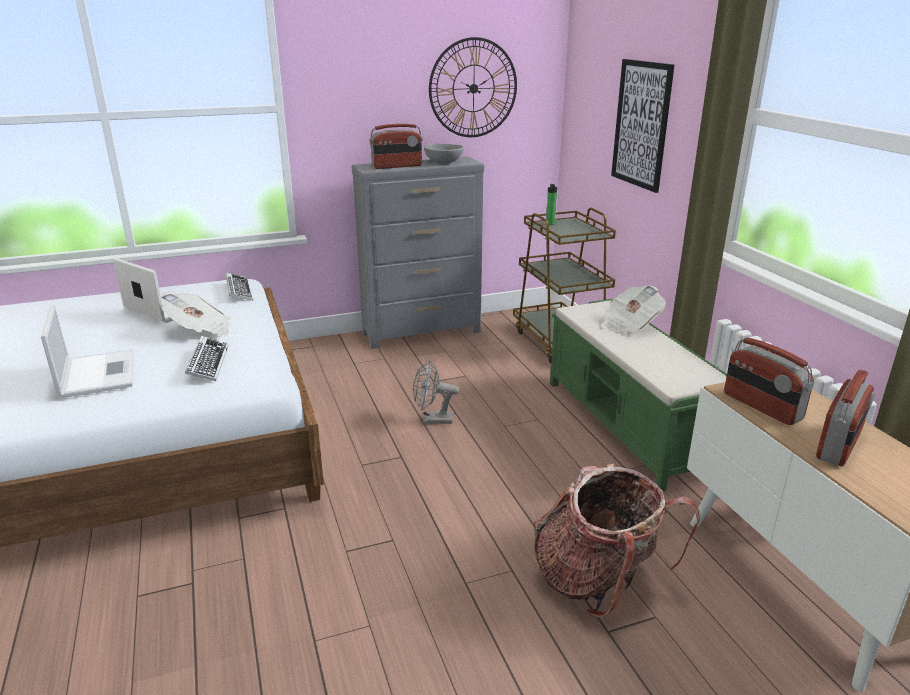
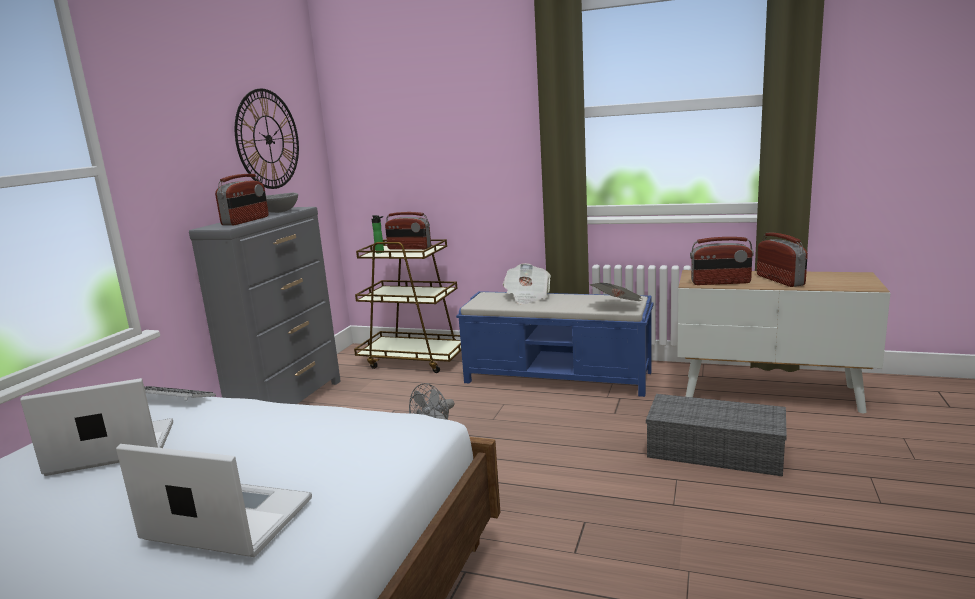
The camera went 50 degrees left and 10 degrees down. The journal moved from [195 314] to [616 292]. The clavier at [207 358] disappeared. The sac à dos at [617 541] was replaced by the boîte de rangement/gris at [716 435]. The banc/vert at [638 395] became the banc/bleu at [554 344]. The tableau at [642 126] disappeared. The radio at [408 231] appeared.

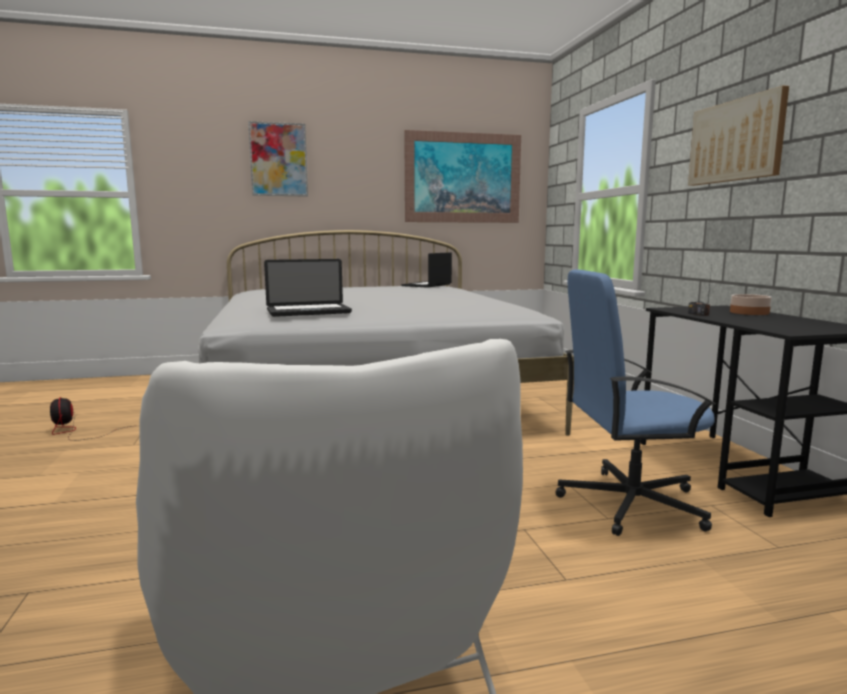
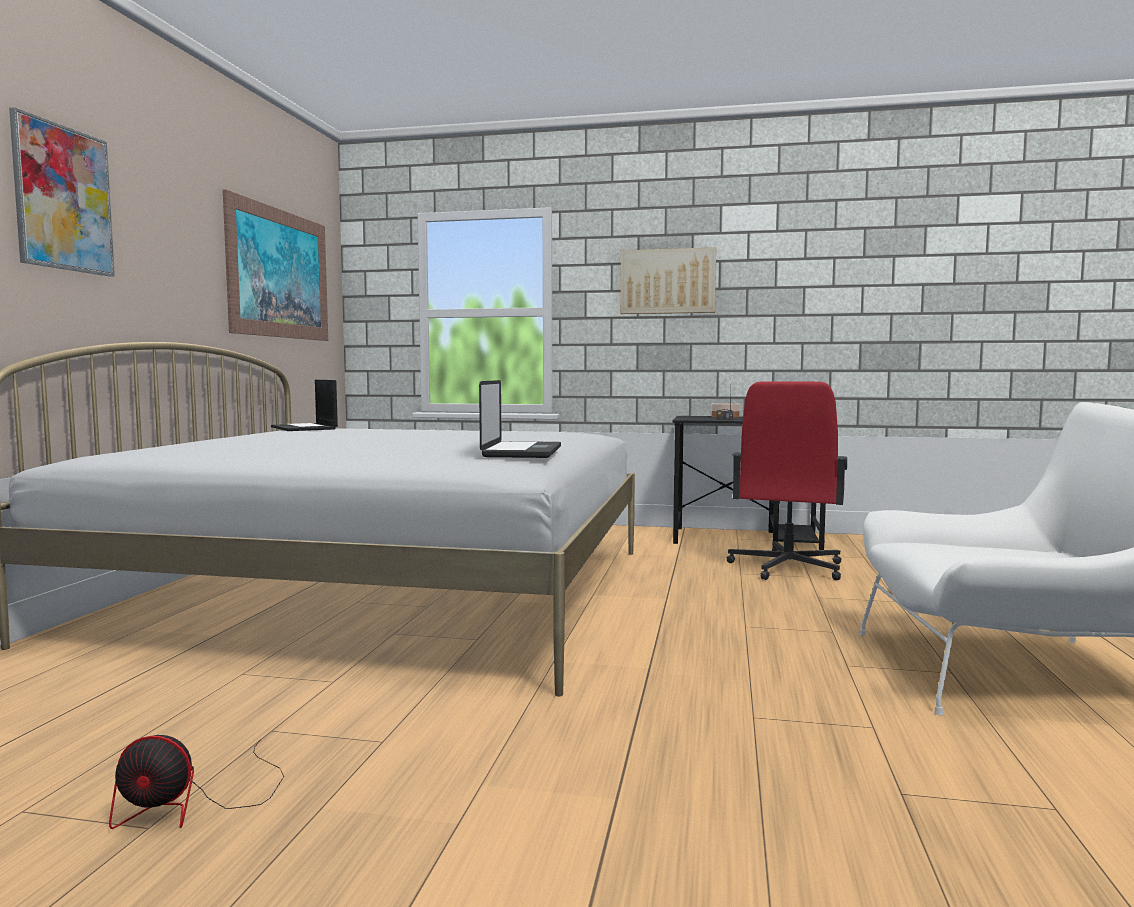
The camera went 65 degrees left and 5 degrees down. The chaise de bureau/bleu at [635 402] became the chaise de bureau/rouge at [787 480].

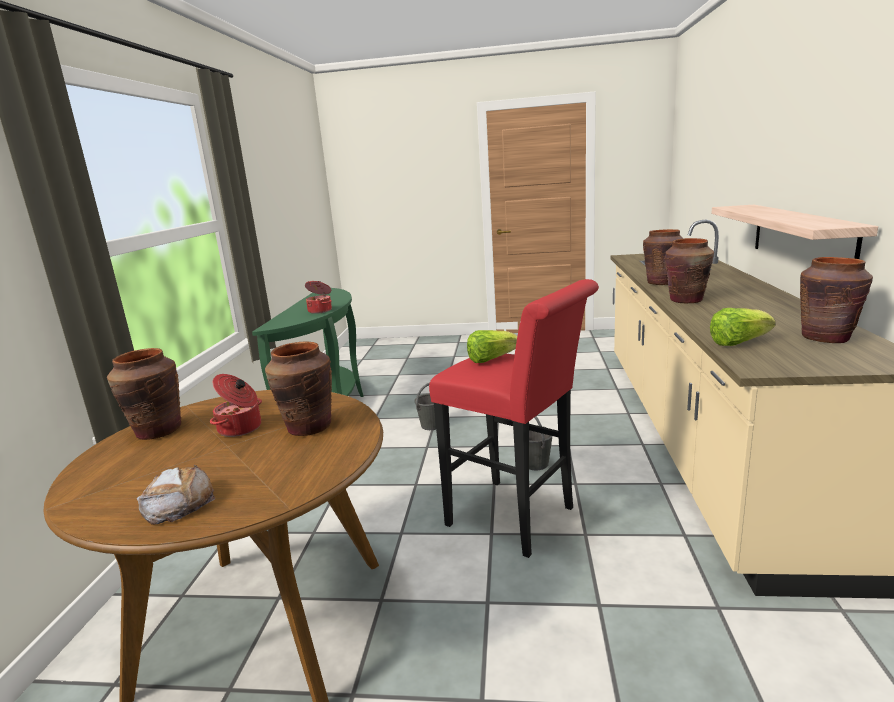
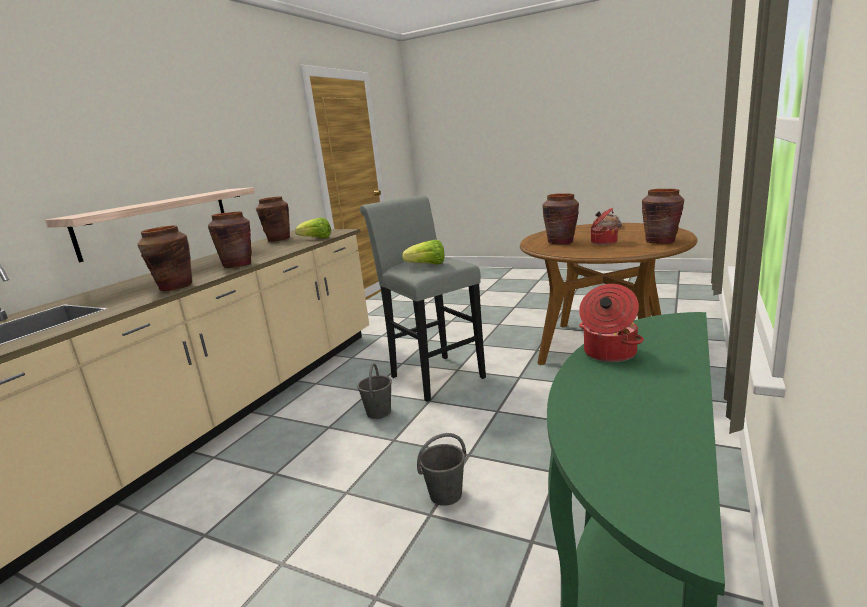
The camera went 160 degrees left and 0 degrees up. The tabouret/rouge at [514 418] became the tabouret/gris at [423 298].

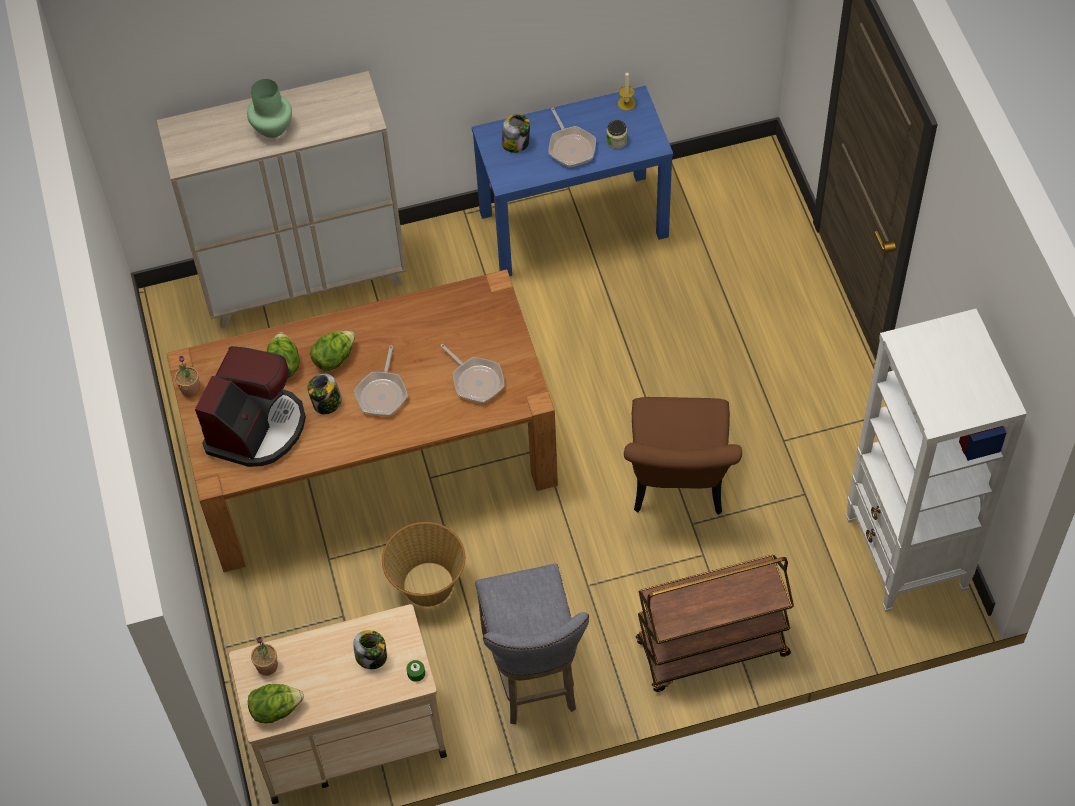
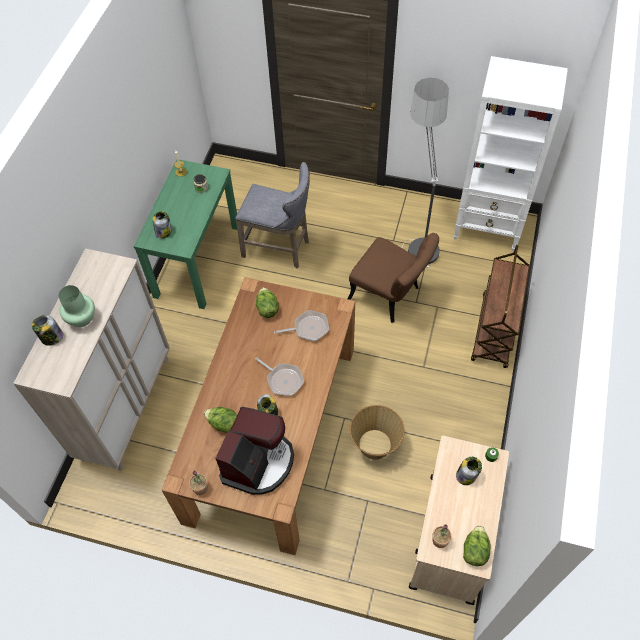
The camera went 60 degrees left and 0 degrees up. The machine à café at [250 406] turned 60 degrees clockwise. The laitue moved from [332 351] to [267 302]. The table console/bleu at [572 181] became the table console/vert at [185 234]. The tabouret/gris moved from [532 643] to [272 215]. The poêle at [572 138] disappeared. The bocal at [47 330] appeared. The lampadaire at [425 172] appeared.

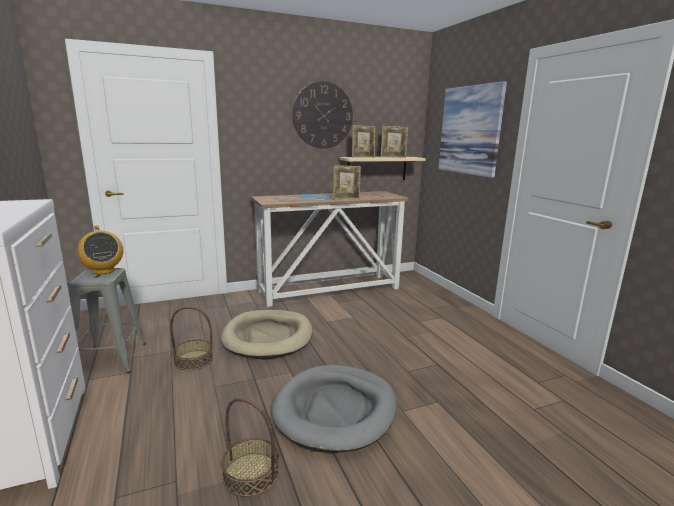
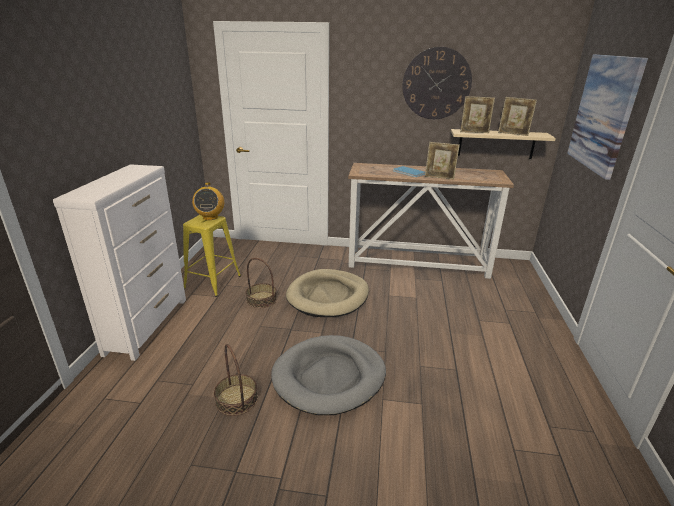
The camera went 30 degrees right and 10 degrees up. The tabouret/gris at [107 320] became the tabouret/jaune at [212 256].

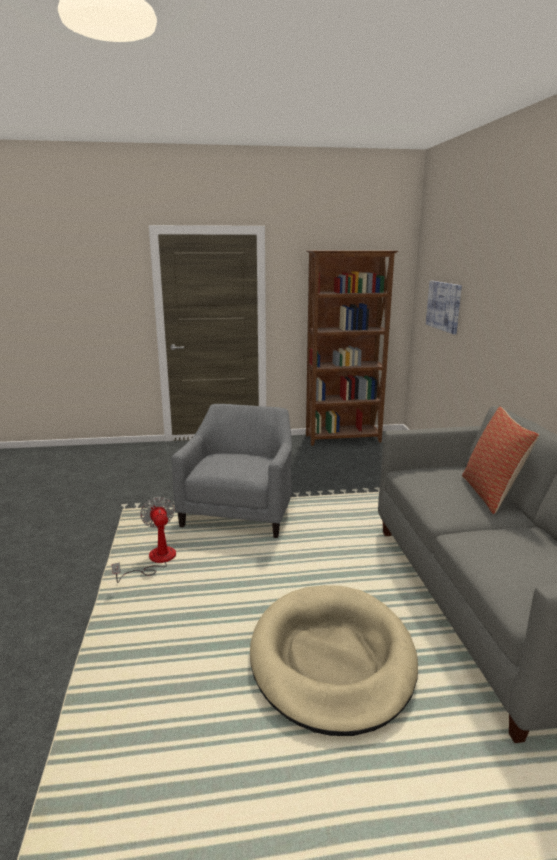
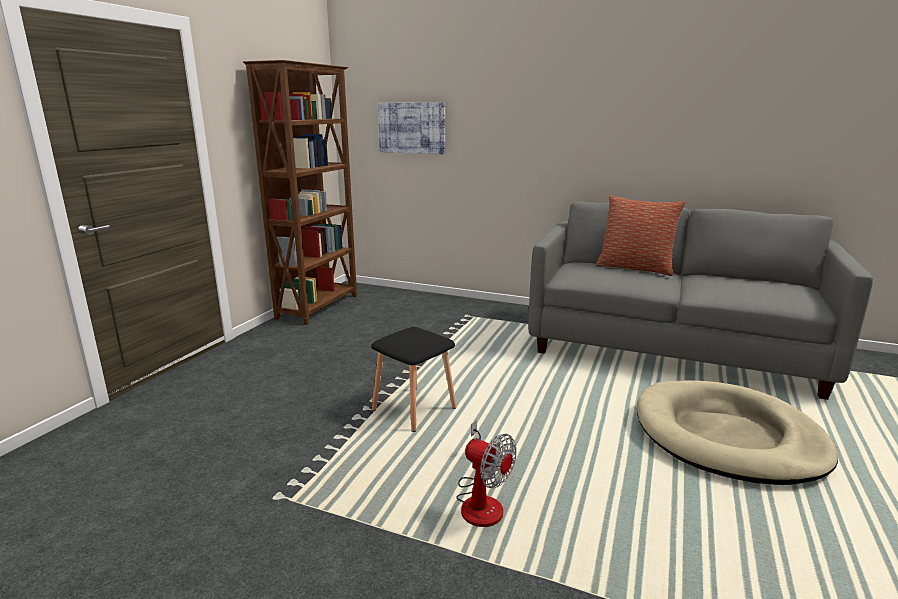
The camera went 60 degrees left and 0 degrees up. The ventilateur at [143 540] turned 150 degrees counterclockwise. The fauteuil/gris at [231 471] was replaced by the tabouret/noir at [413 379].

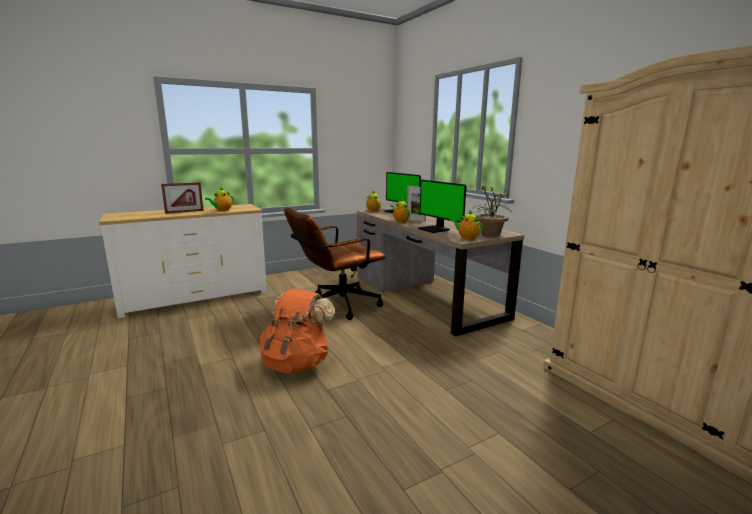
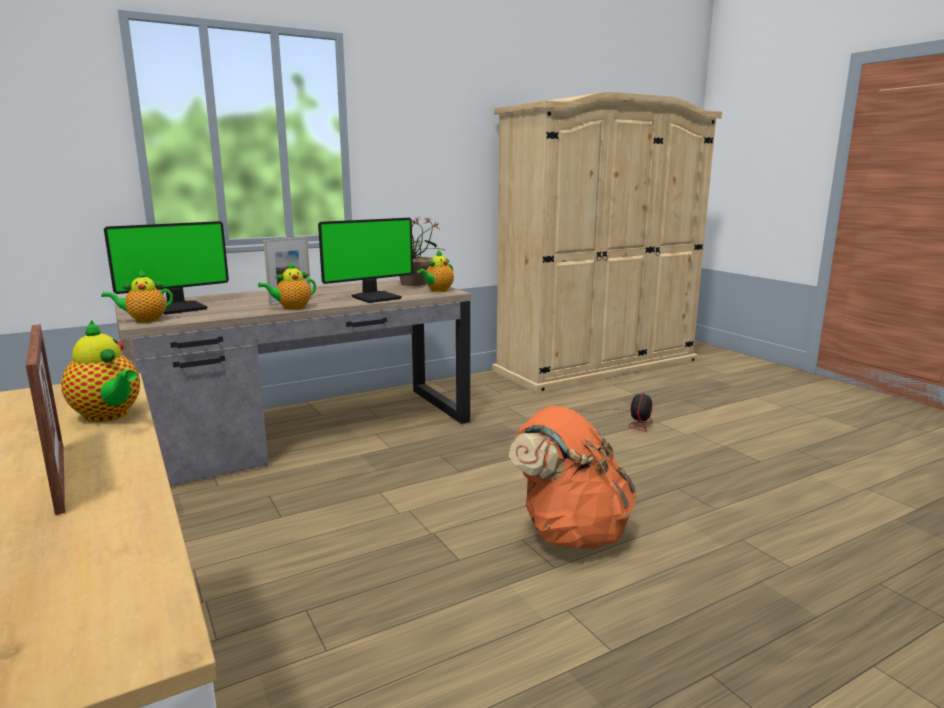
The camera went 90 degrees left and 0 degrees up. The chaise de bureau/marron at [335 264] disappeared. The ventilateur at [617 412] appeared.

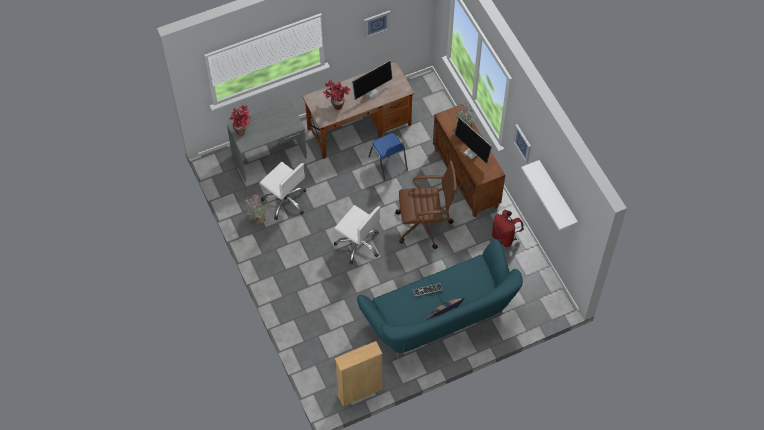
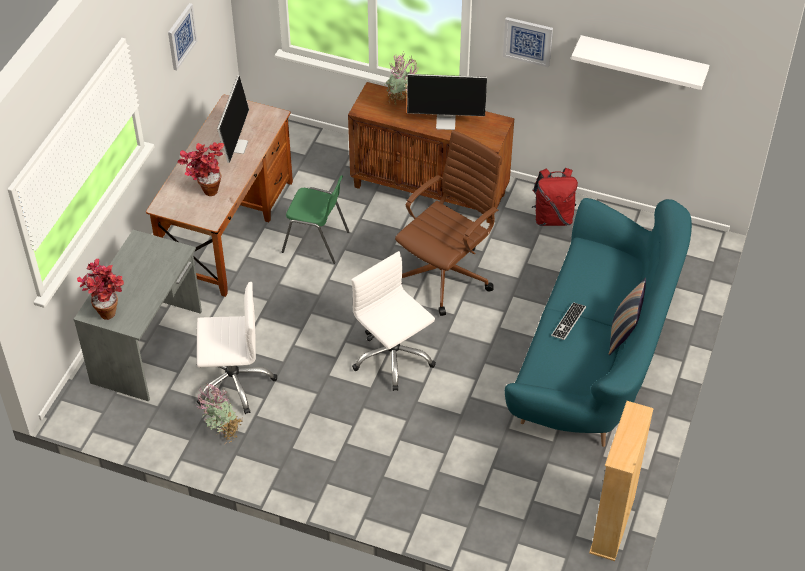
The camera went 45 degrees left and 10 degrees down. The chaise de bureau/blanc at [357 234] turned 120 degrees counterclockwise. The chaise/bleu at [388 156] became the chaise/vert at [315 219].

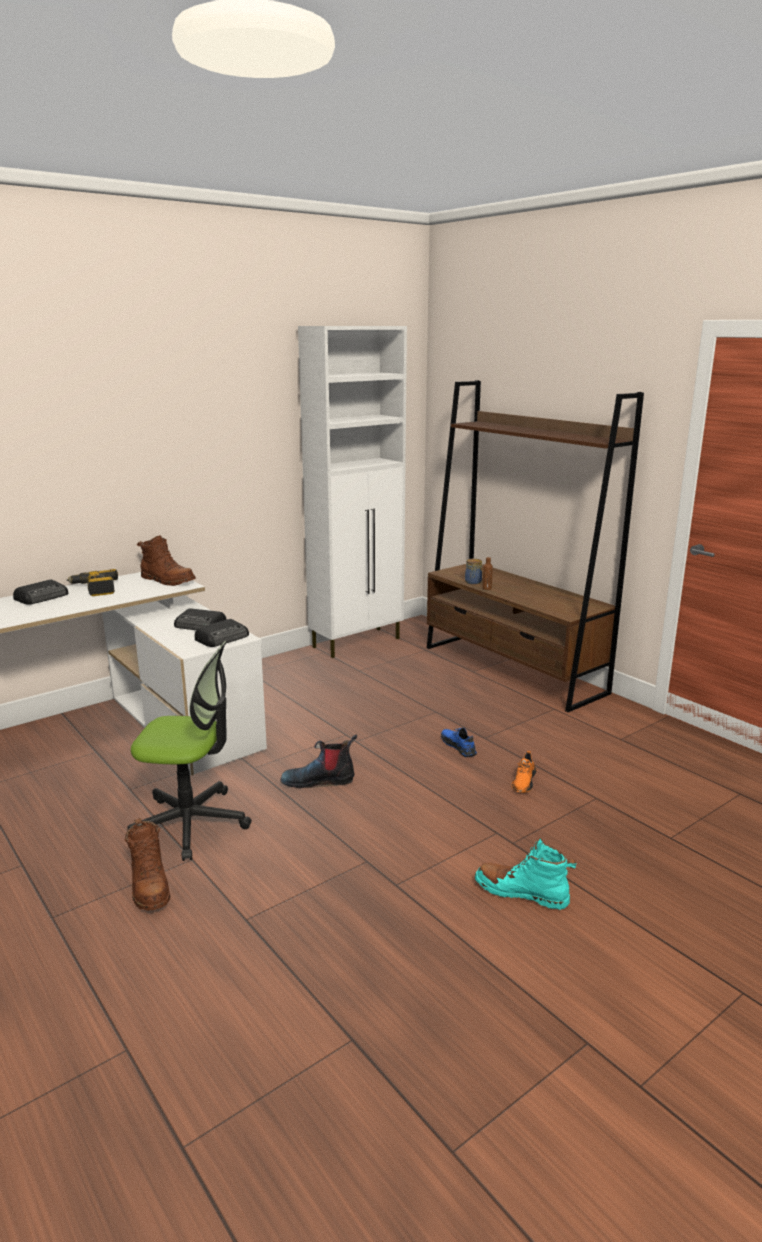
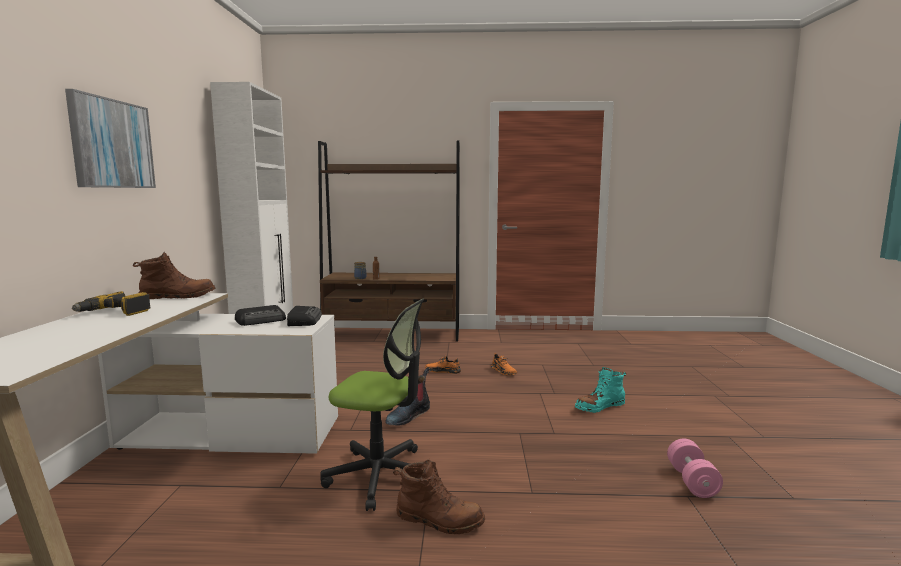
The camera went 50 degrees left and 10 degrees down. The radio at [40 592] disappeared. The chaise de bureau at [189 751] turned 60 degrees clockwise. The chaussure/bleu at [459 742] became the chaussure/orange at [443 365]. The tableau at [110 138] appeared. The haltère/rose at [695 468] appeared.

